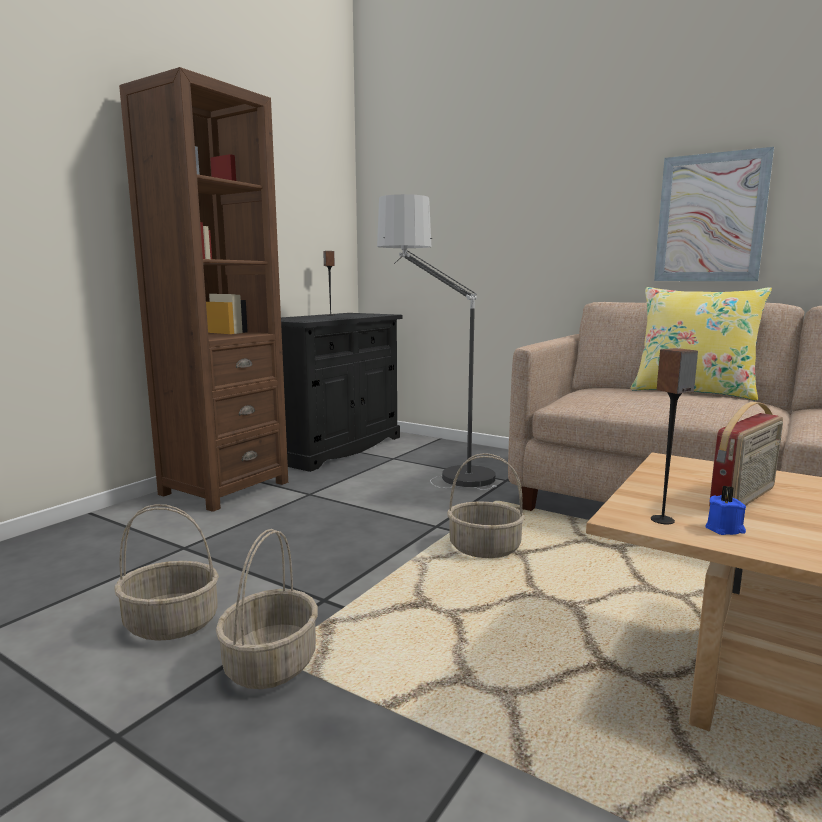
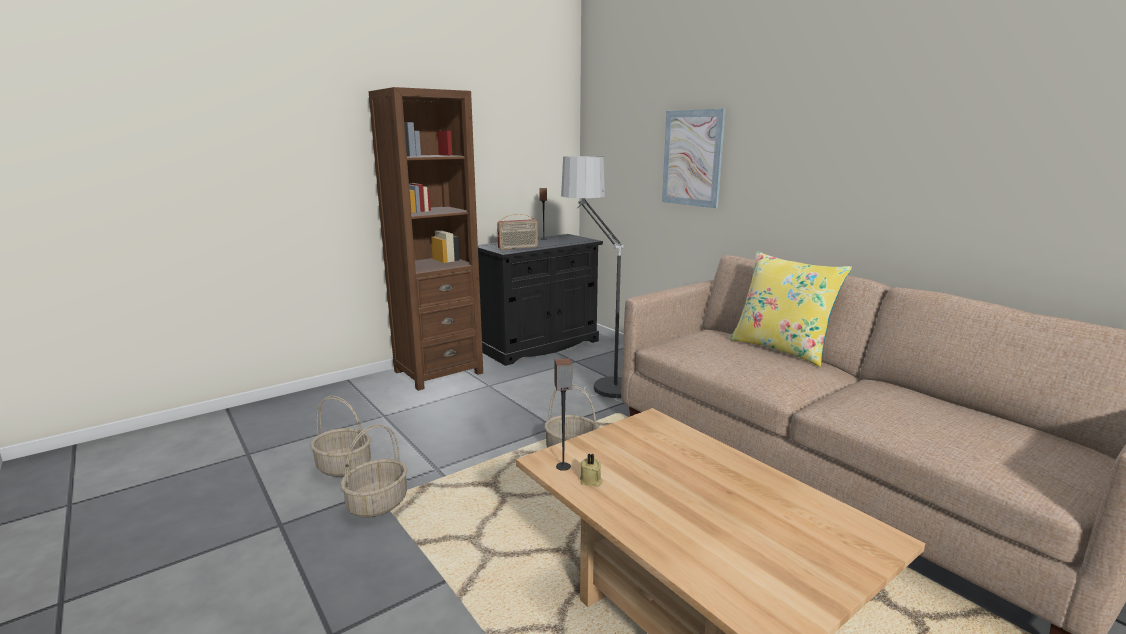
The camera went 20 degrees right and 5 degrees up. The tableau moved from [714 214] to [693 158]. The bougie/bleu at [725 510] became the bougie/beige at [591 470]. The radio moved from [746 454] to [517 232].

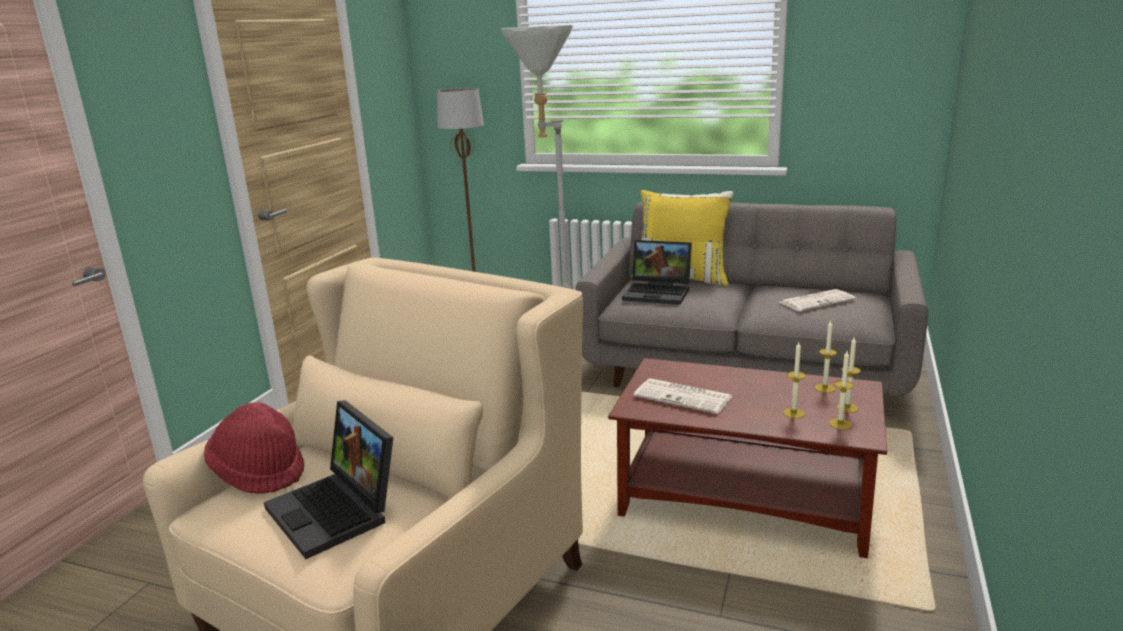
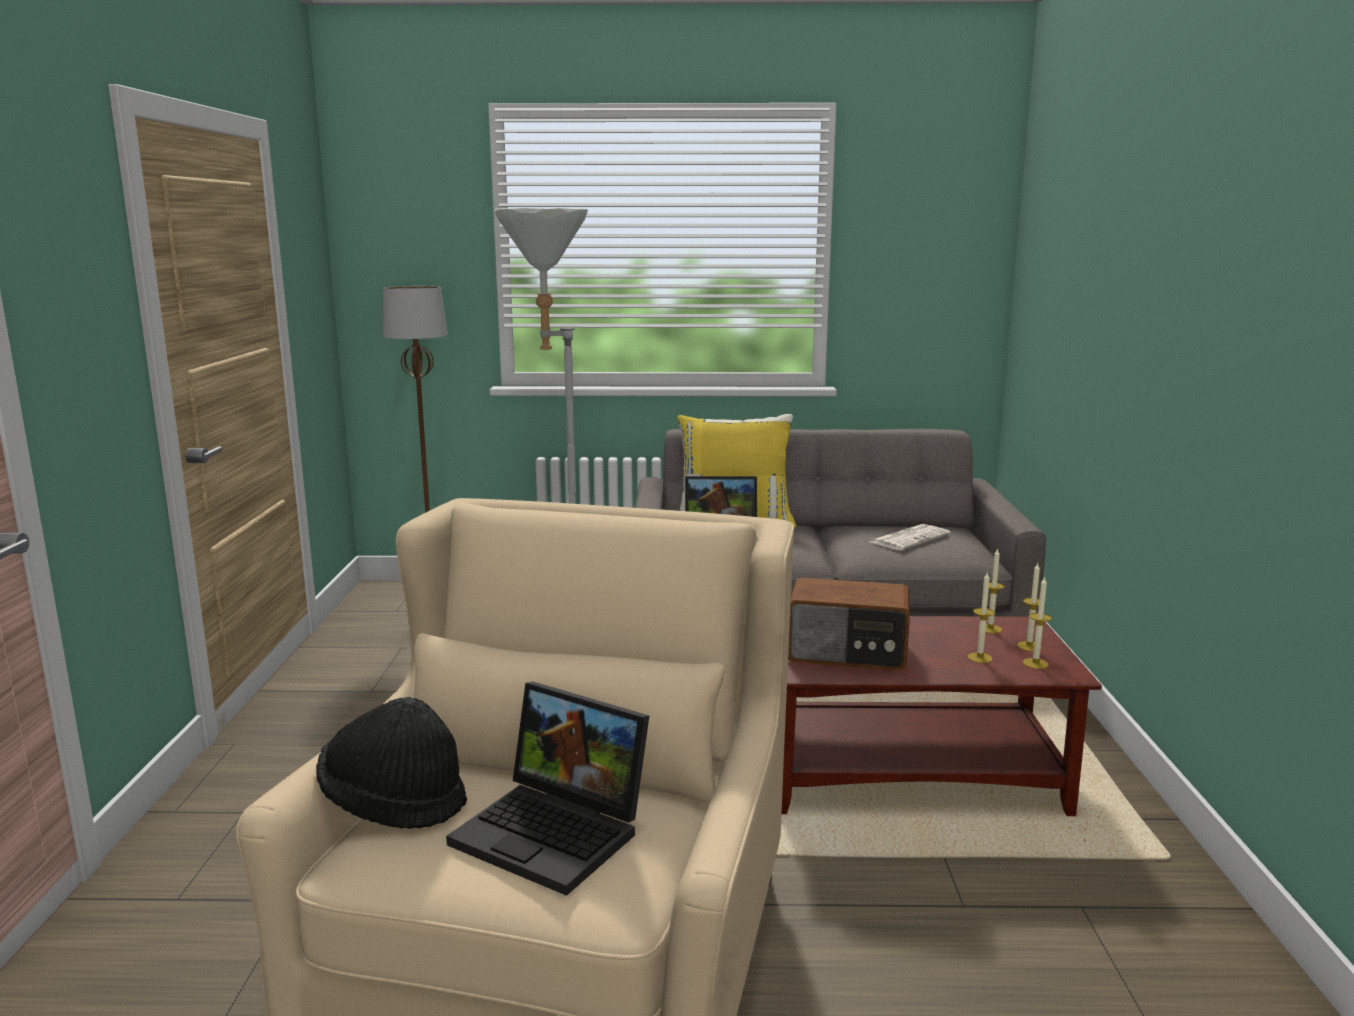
The camera went 20 degrees left and 5 degrees down. The chapeau/rouge at [254 448] became the chapeau/noir at [391 763]. The journal at [683 396] was replaced by the radio at [849 624].

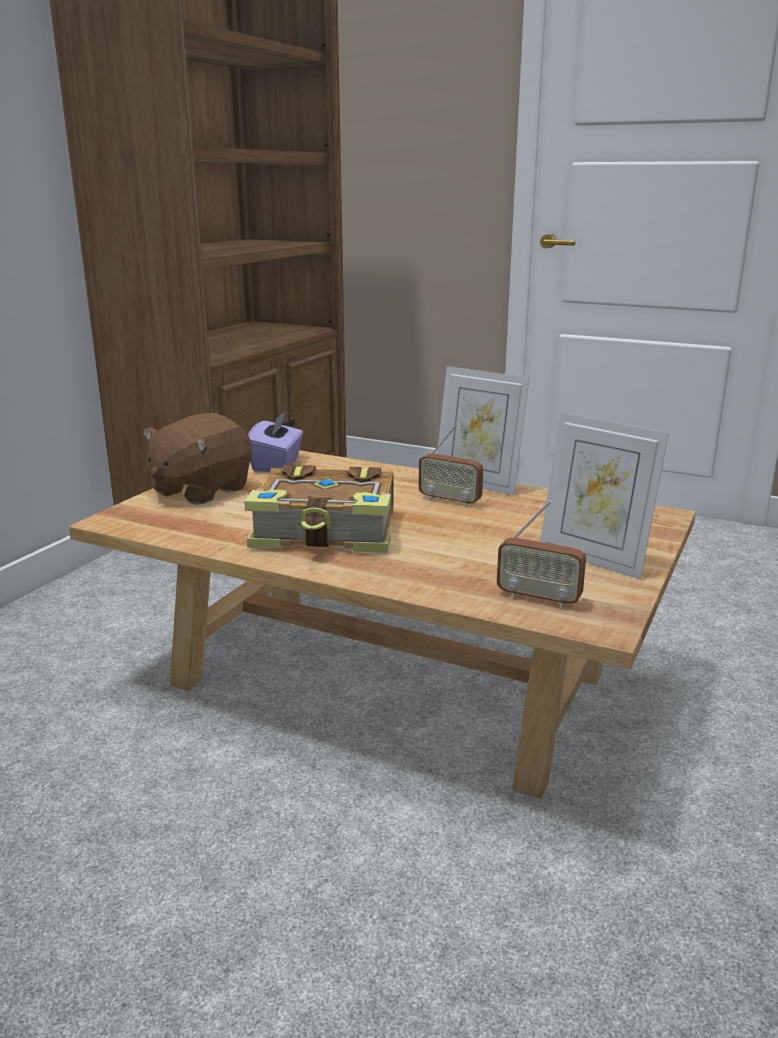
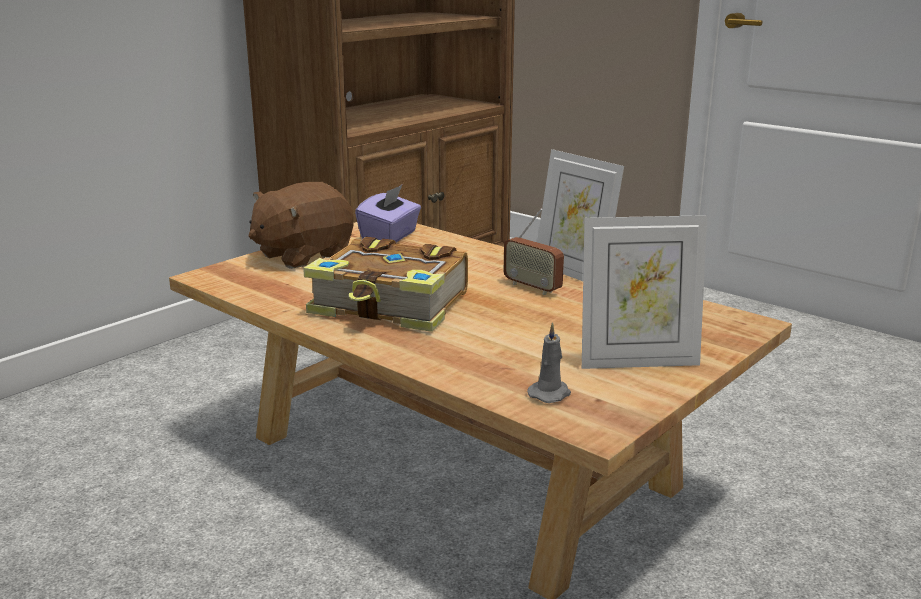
The camera went 15 degrees right and 0 degrees up. The radio at [541 554] was replaced by the bougie/gris at [549 362]. The cadre photo at [604 495] turned 60 degrees counterclockwise.

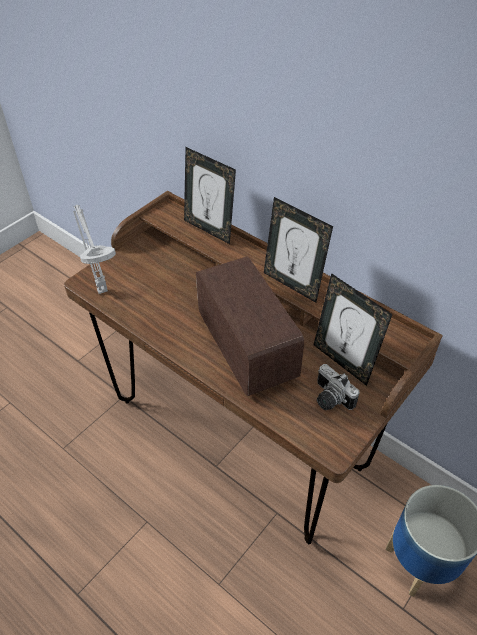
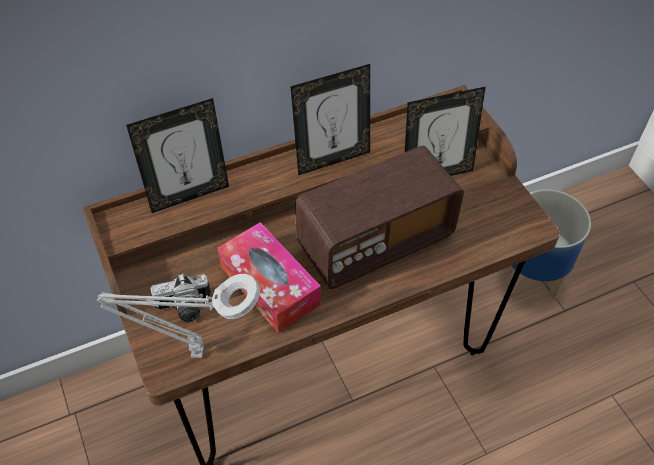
The camera went 65 degrees left and 5 degrees up. The radio at [250 326] turned 150 degrees clockwise. The appareil photo moved from [338 387] to [180 297]. The boîte à mouchoirs at [269 277] appeared.

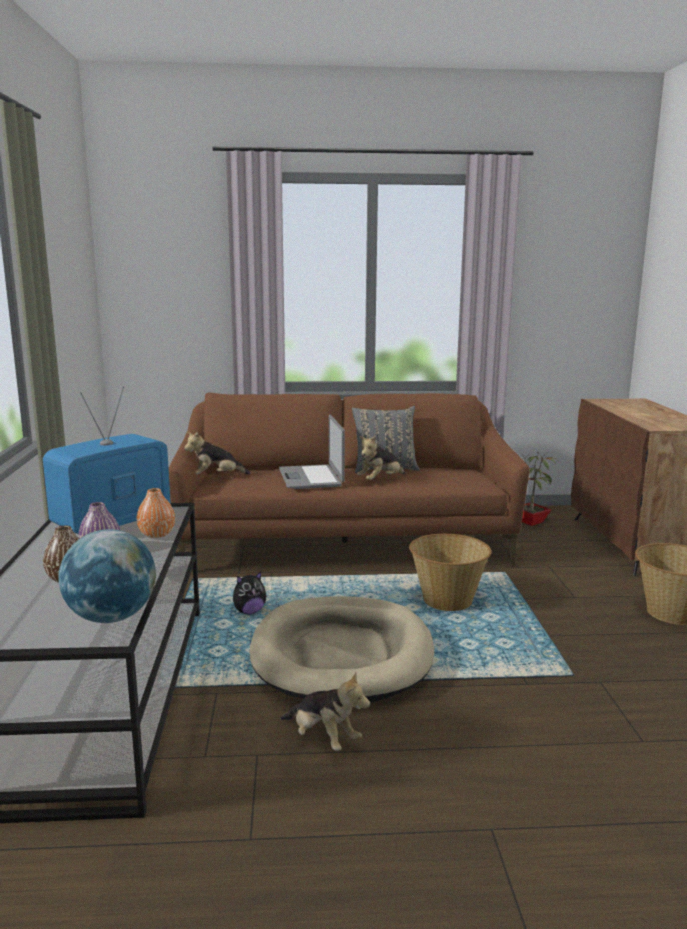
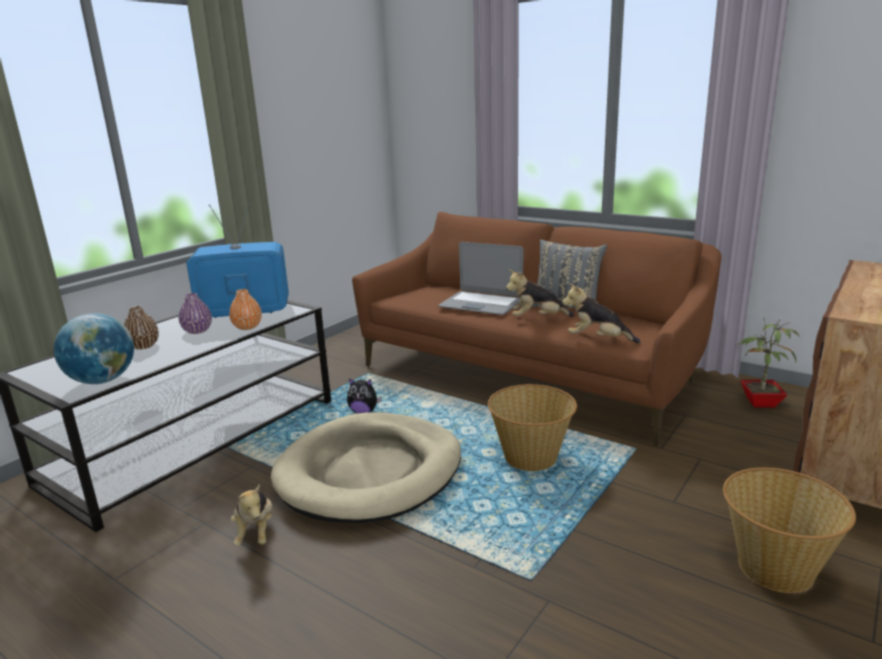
The camera went 40 degrees right and 5 degrees up. The peluche moved from [217 452] to [601 313]. The ordinateur portable at [312 452] turned 90 degrees counterclockwise.

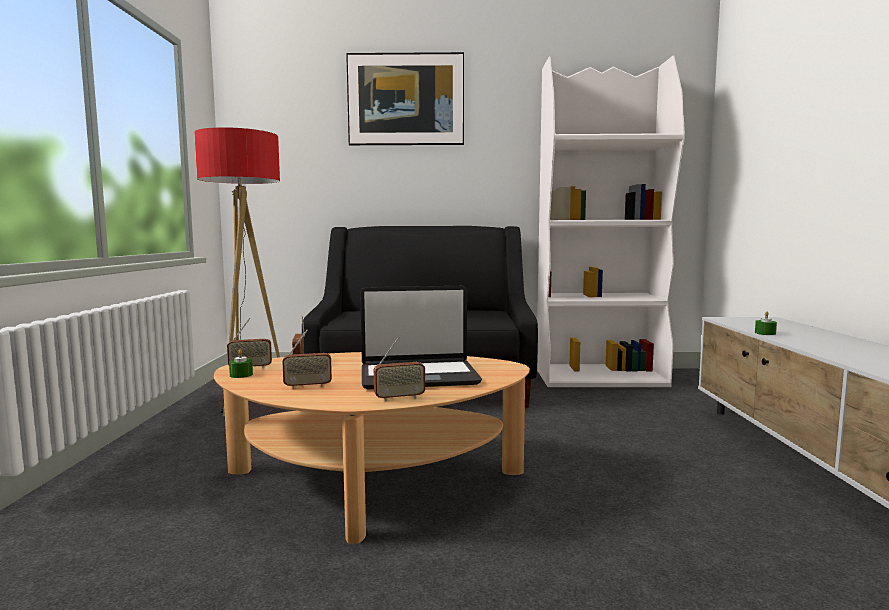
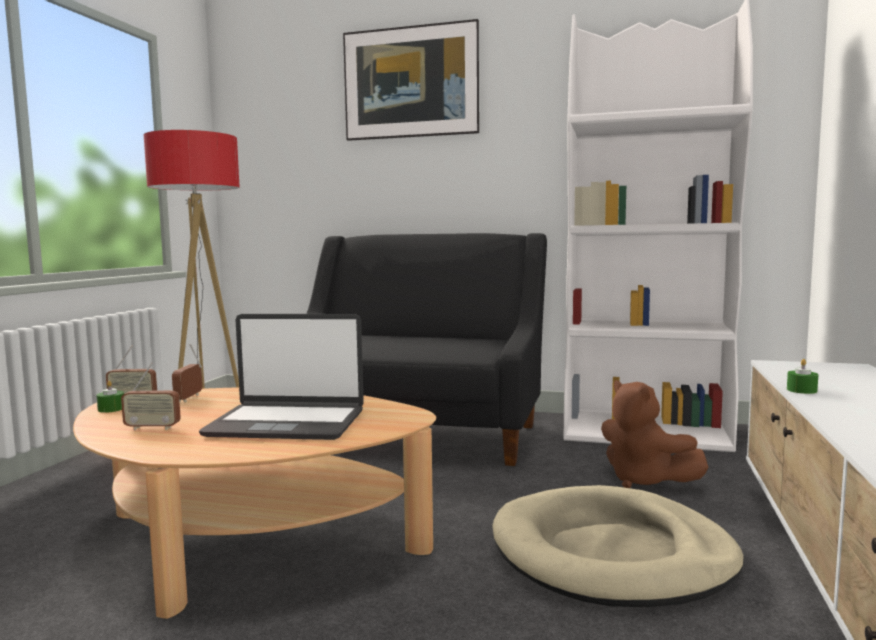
The camera went 15 degrees right and 0 degrees up. The radio at [399 369] disappeared. The panier pour chien/beige at [618 546] appeared. The peluche/marron at [655 434] appeared.

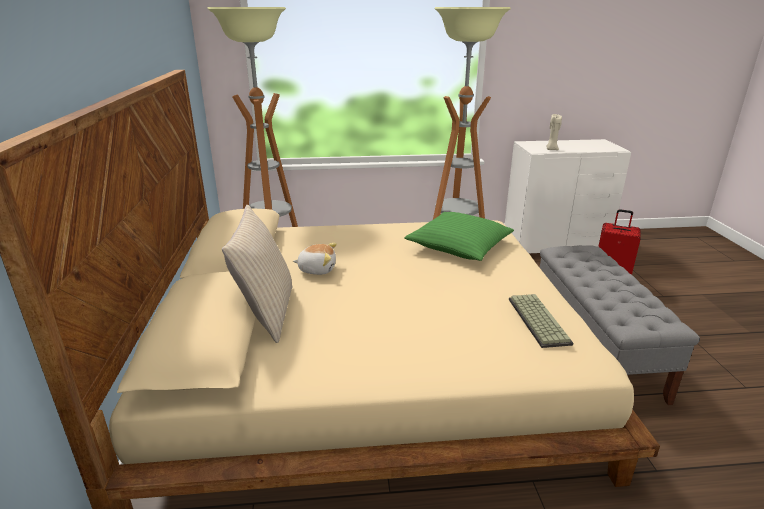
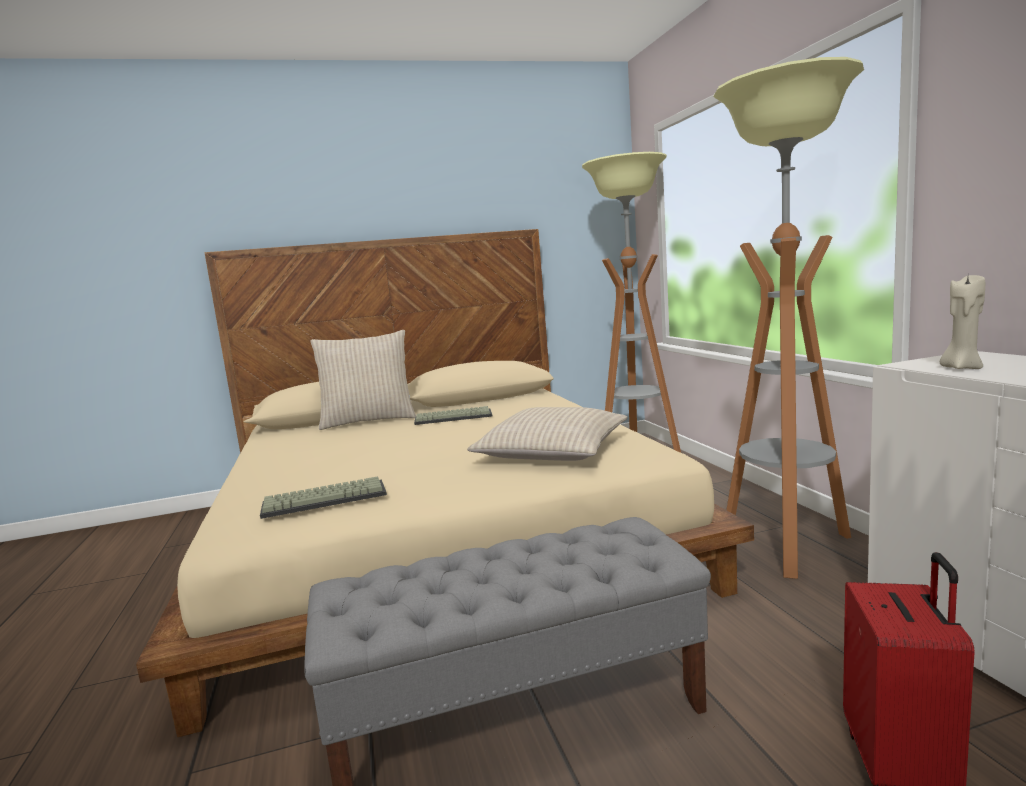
The camera went 80 degrees right and 15 degrees down. The peluche at [315 259] was replaced by the clavier at [453 415]. The coussin/vert at [459 236] became the coussin/beige at [547 434].

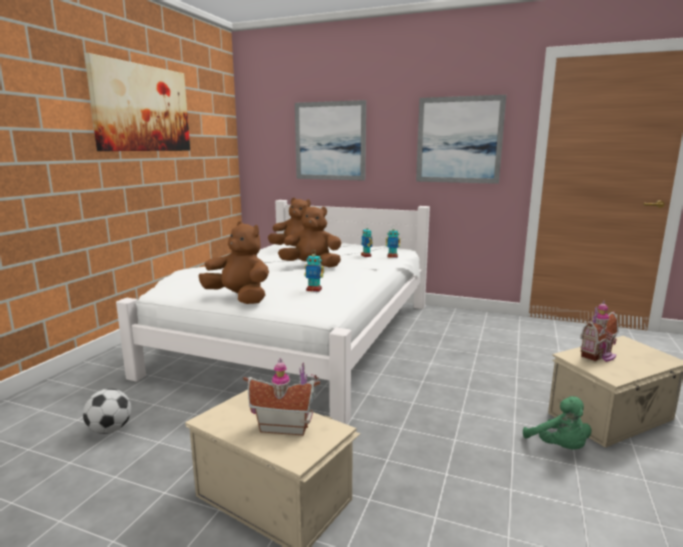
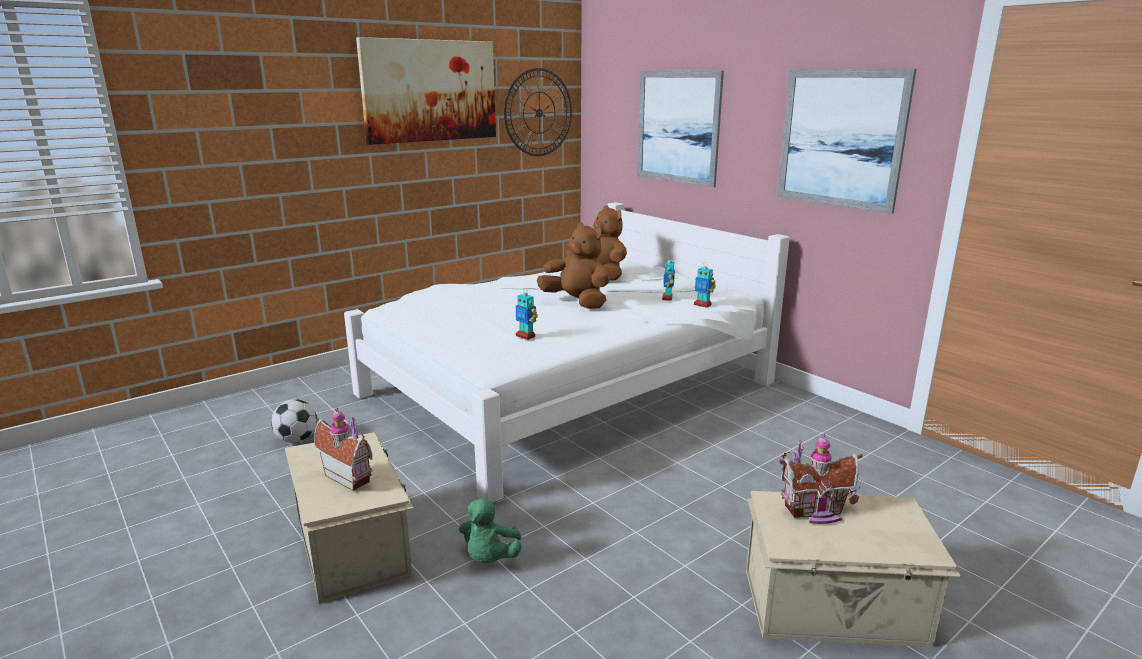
The camera went 30 degrees right and 5 degrees up. The peluche/marron at [234 262] disappeared. The peluche/vert moved from [557 423] to [490 530]. The horloge murale at [538 112] appeared.

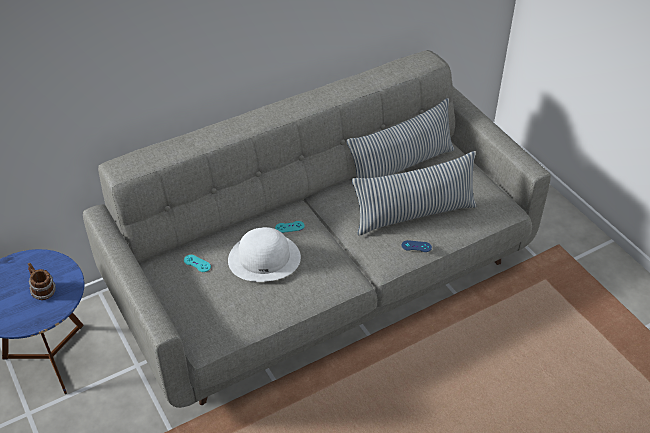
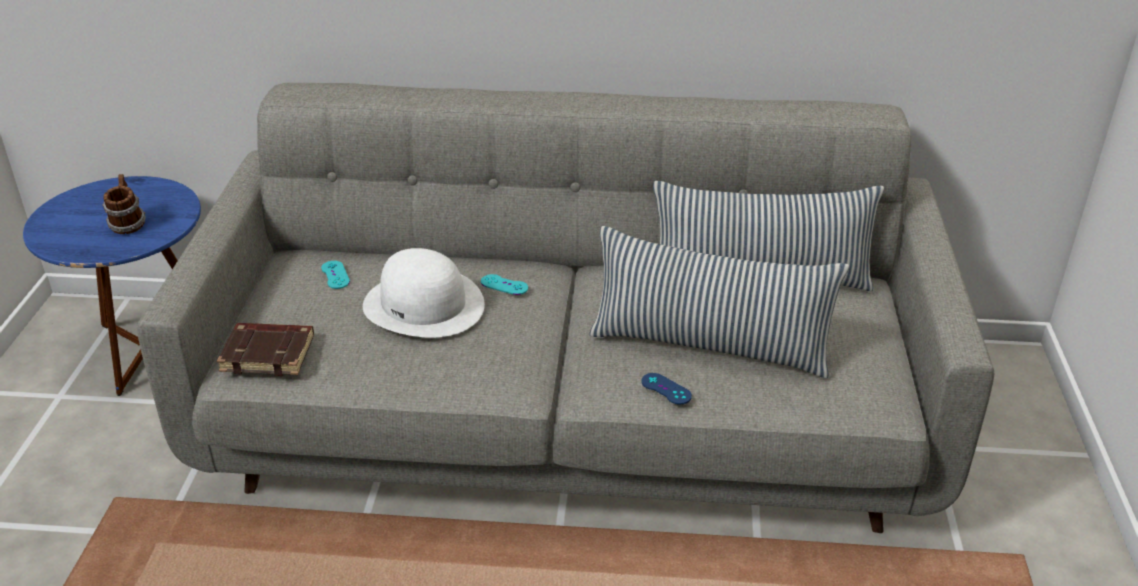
The camera went 35 degrees right and 10 degrees down. The livre/marron at [265 349] appeared.

